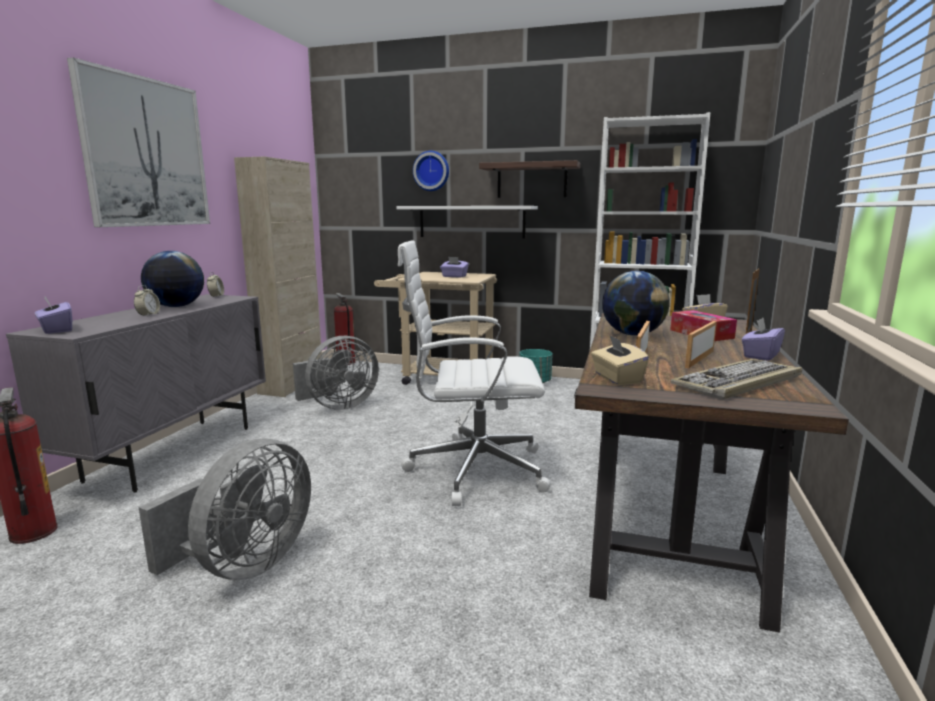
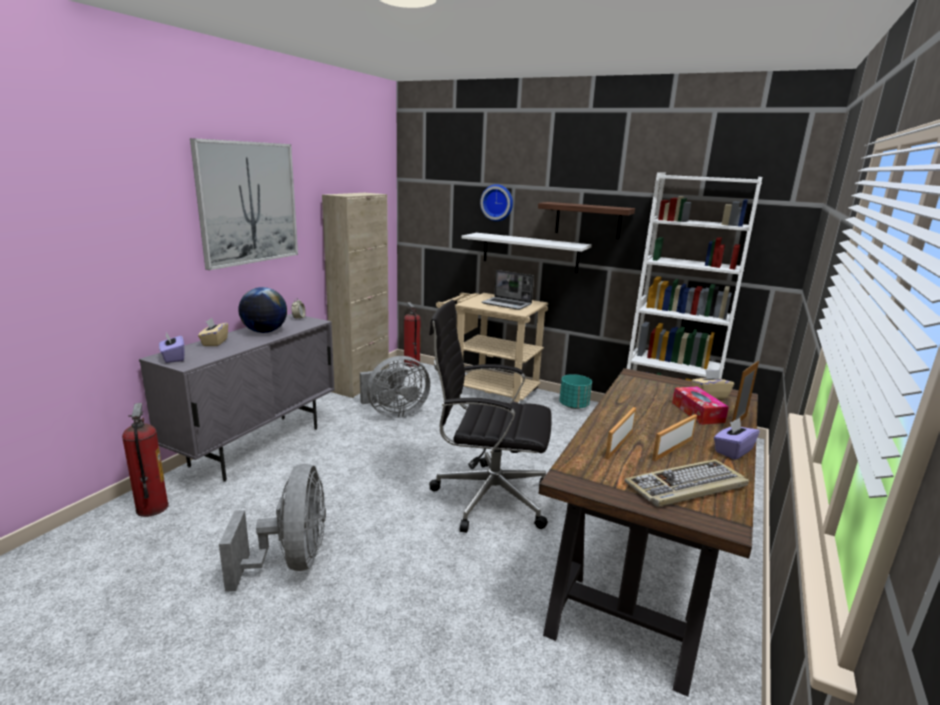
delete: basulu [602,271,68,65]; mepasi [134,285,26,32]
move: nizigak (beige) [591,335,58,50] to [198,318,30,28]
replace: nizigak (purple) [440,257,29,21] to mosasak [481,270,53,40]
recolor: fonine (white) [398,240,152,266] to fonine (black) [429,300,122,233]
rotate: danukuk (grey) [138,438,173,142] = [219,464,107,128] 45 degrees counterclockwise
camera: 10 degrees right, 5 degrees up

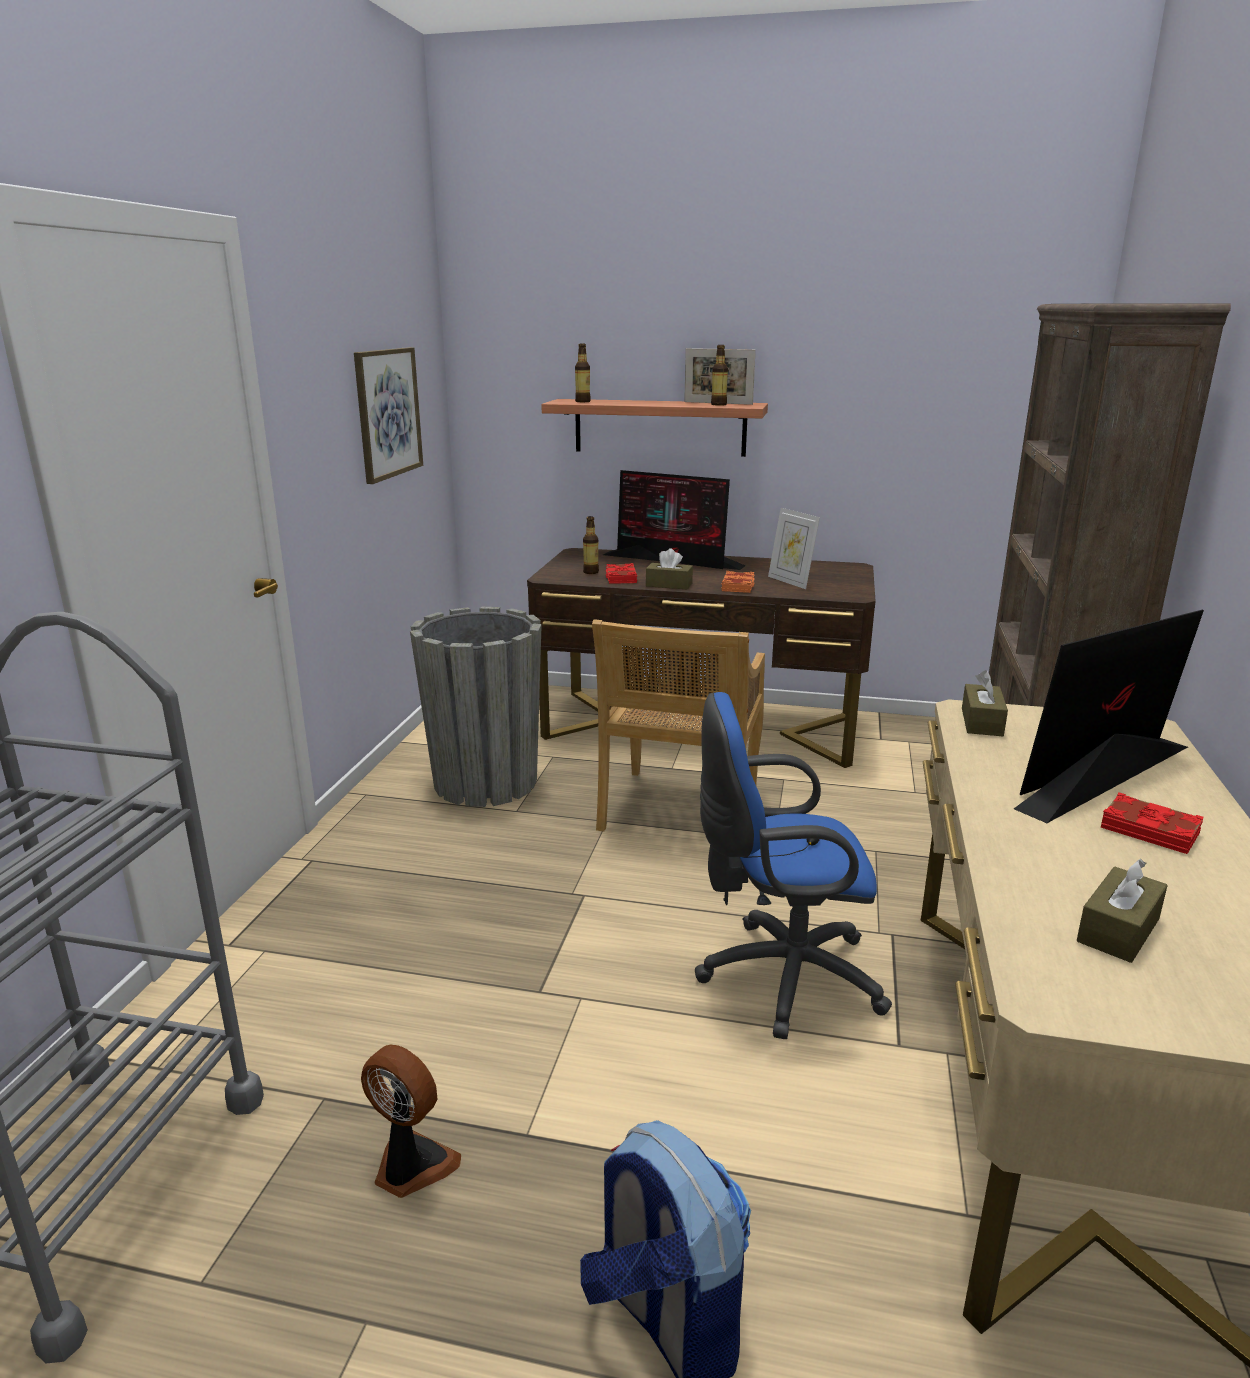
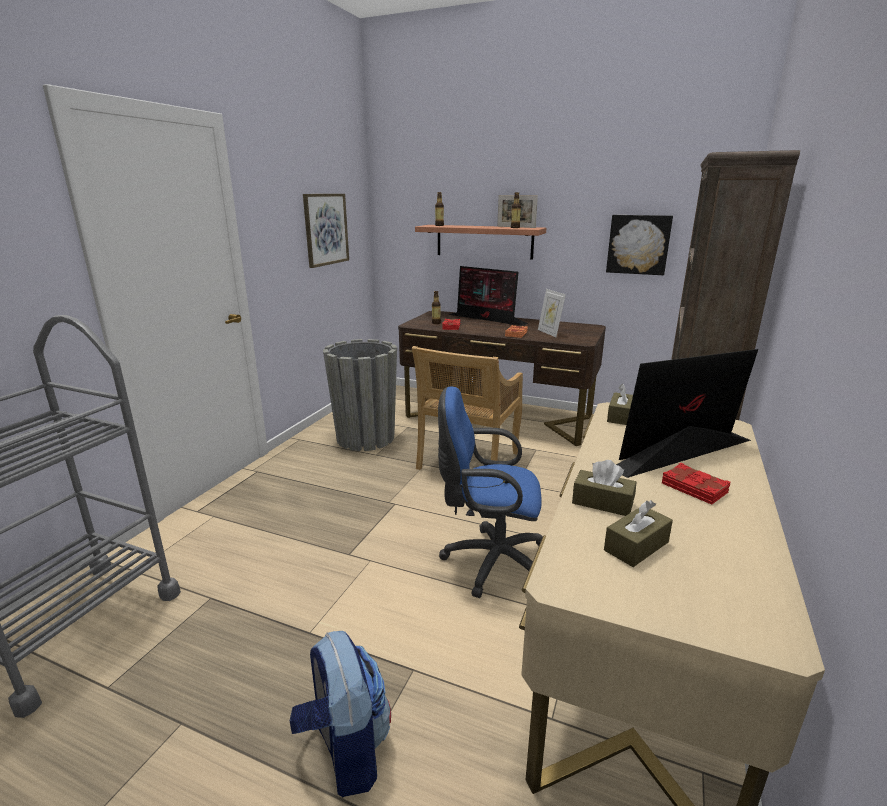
delete: danukuk [361,1045,100,153]
insert: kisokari [606,215,67,60]
move: nizigak (brown) [646,548,47,41] to [572,460,64,56]
camera: 10 degrees right, 0 degrees up

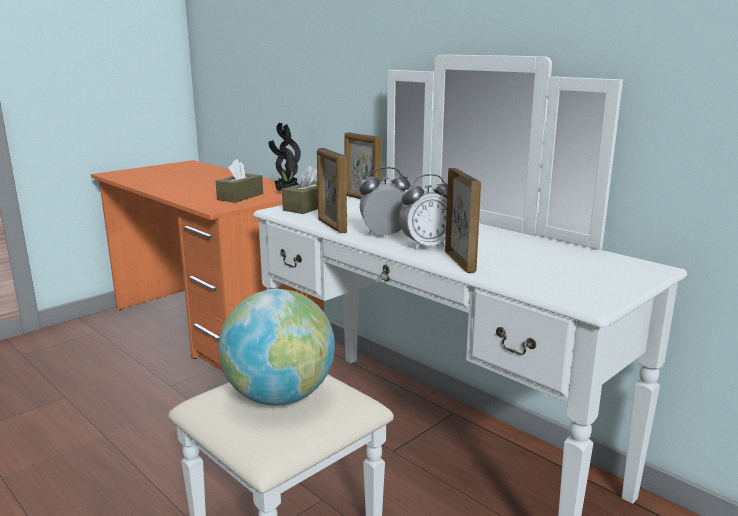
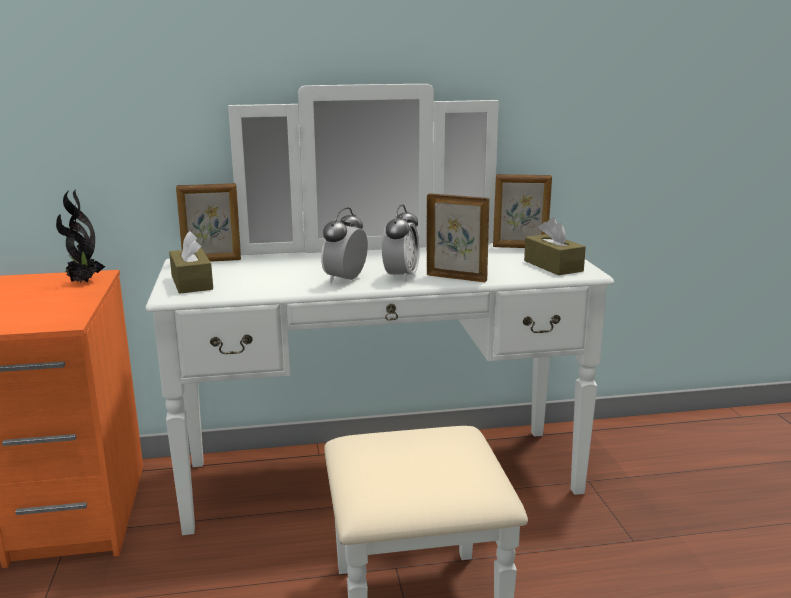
delete: basulu [218,289,117,116]
move: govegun [317,148,30,86] to [493,174,59,74]; nizigak (brown) [216,159,47,44] to [524,217,62,59]
camera: 55 degrees left, 0 degrees up

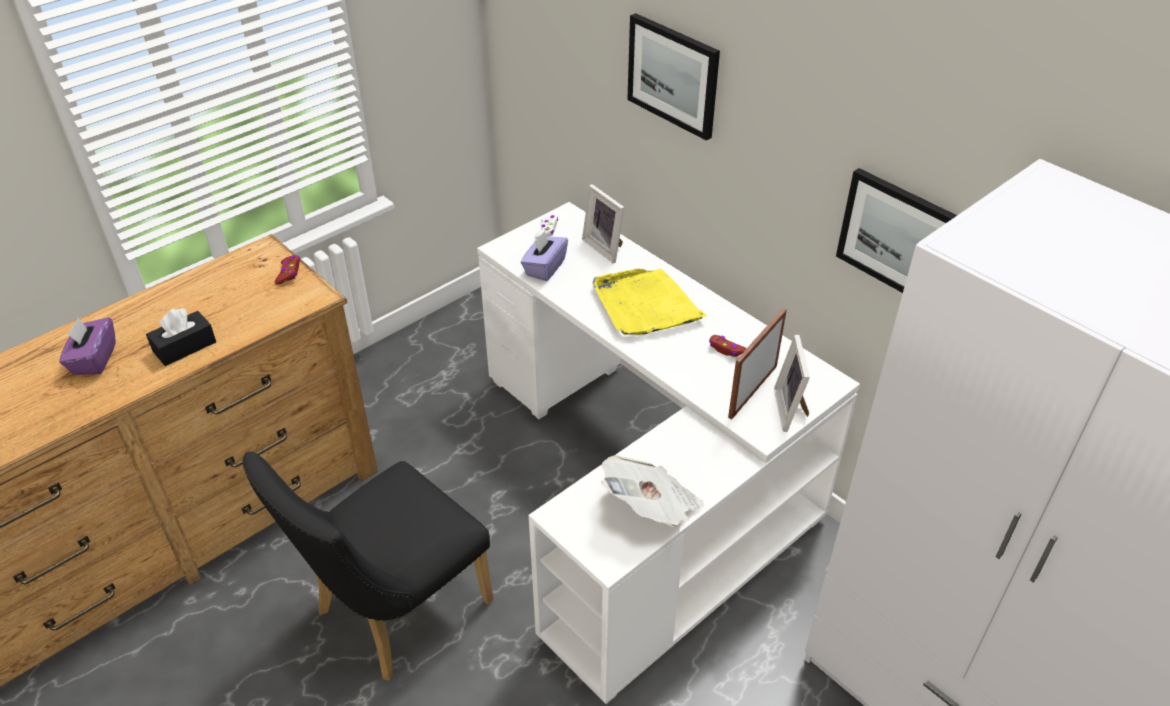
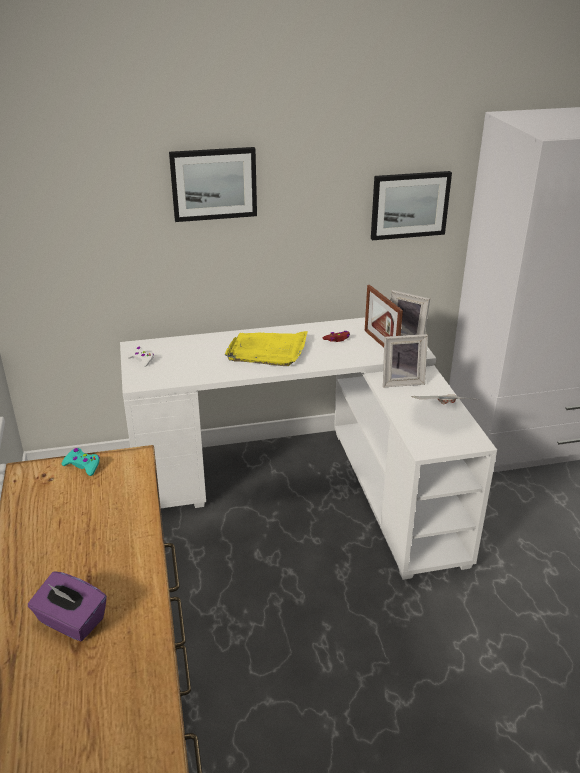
delete: nizigak (purple) [521,231,47,50]; nizigak (black) [146,309,70,57]; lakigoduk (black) [242,452,251,229]
move: govegun [582,184,43,79] to [383,334,45,53]
recolor: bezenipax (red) [275,255,25,30] to bezenipax (turquoise) [62,448,38,28]
camera: 60 degrees left, 10 degrees down

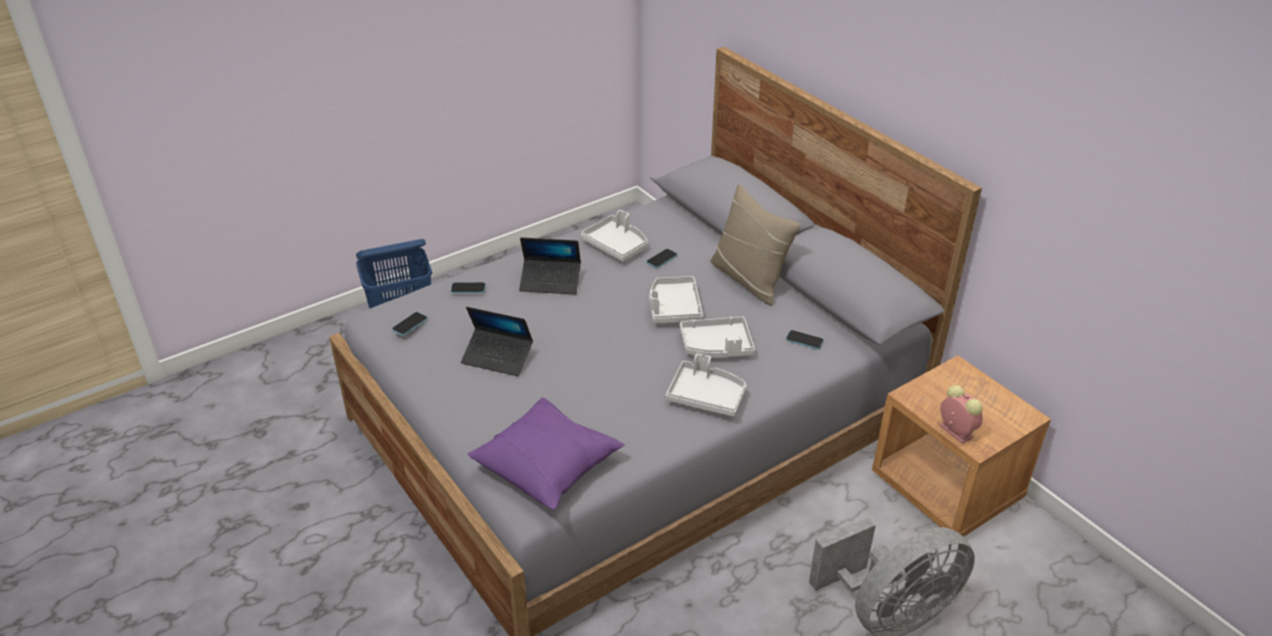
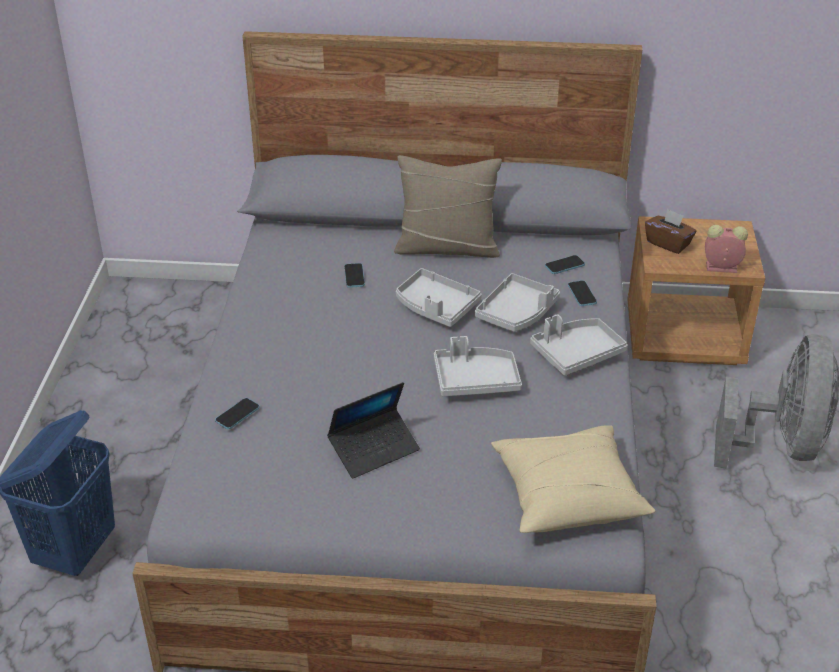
delete: mosasak [519,237,62,58]
insert: nizigak (brown) [645,209,51,45]
move: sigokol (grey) [581,210,67,51] to [434,336,88,60]; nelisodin [392,312,36,24] to [568,280,29,26]
recolor: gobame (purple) [468,397,156,113] to gobame (beige) [491,425,164,108]
camera: 50 degrees left, 0 degrees up

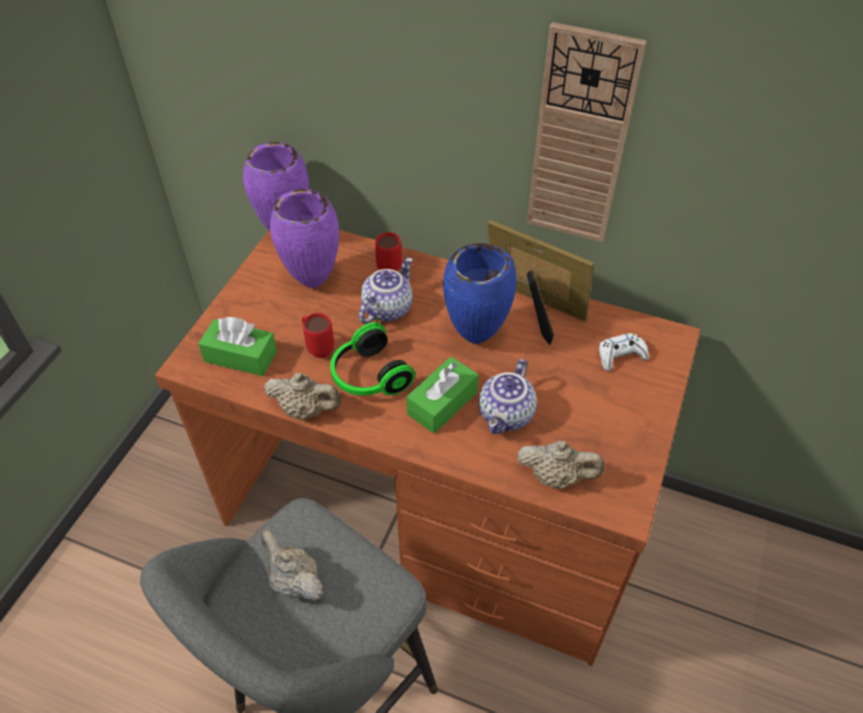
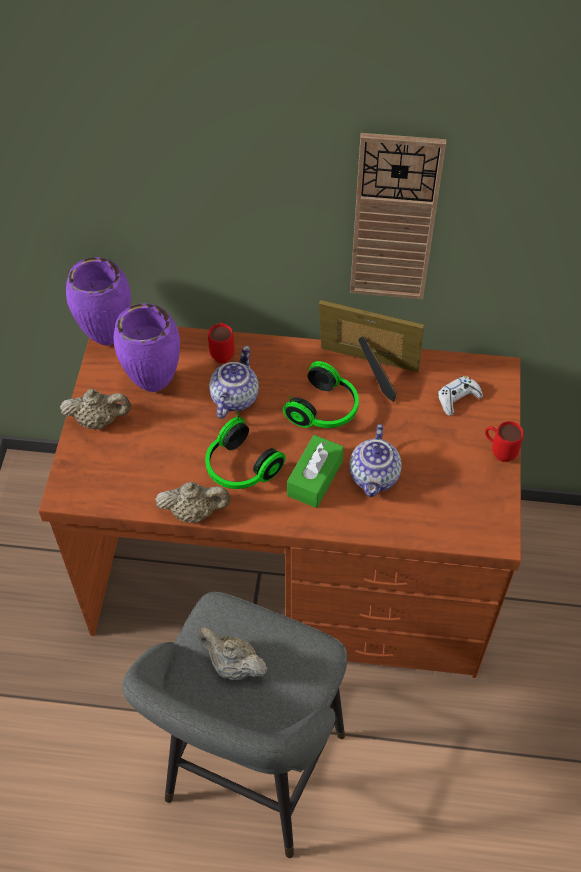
delete: nizigak (green) [198,317,79,59]
move: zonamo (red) [302,313,32,45] to [485,421,39,41]; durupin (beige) [518,441,87,48] to [60,389,71,40]
replace: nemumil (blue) [443,243,73,101] to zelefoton [283,361,76,67]
camera: 15 degrees left, 5 degrees up

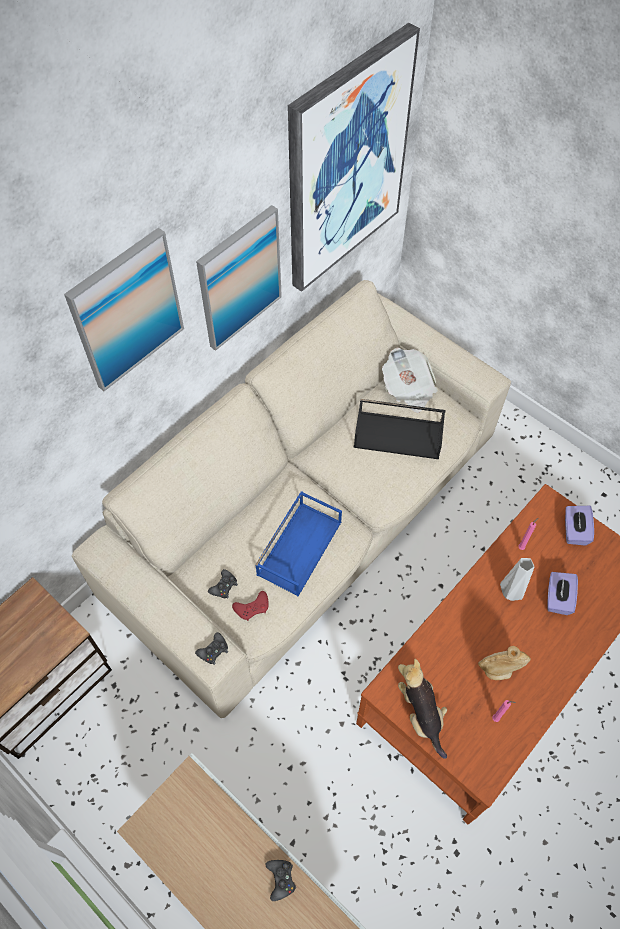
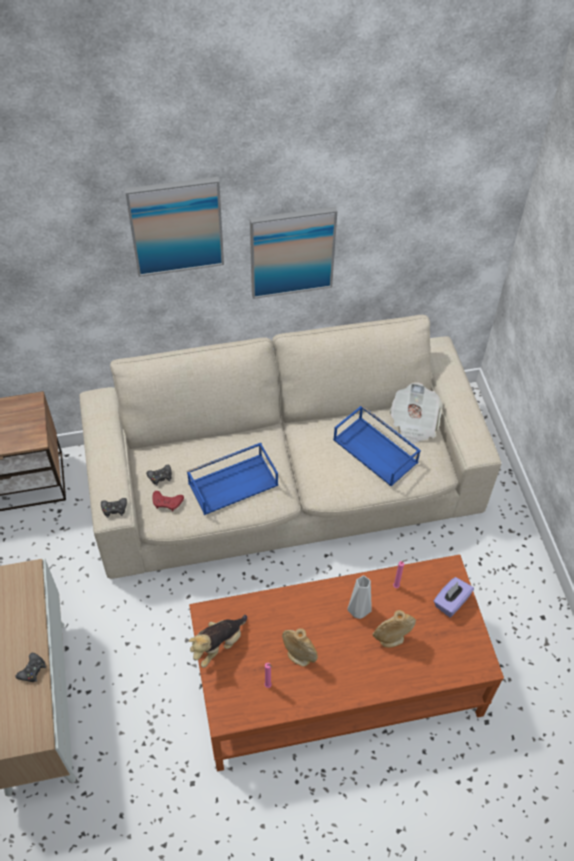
delete: kisokari [288,23,132,269]
replace: nizigak (purple) [547,572,31,43] to nemumil (beige) [373,610,43,38]
recolor: sigokol (black) [354,399,91,60] to sigokol (blue) [333,405,88,82]
rotate: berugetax [398,659,49,100] = [189,615,58,53] 150 degrees counterclockwise
camera: 35 degrees right, 5 degrees down

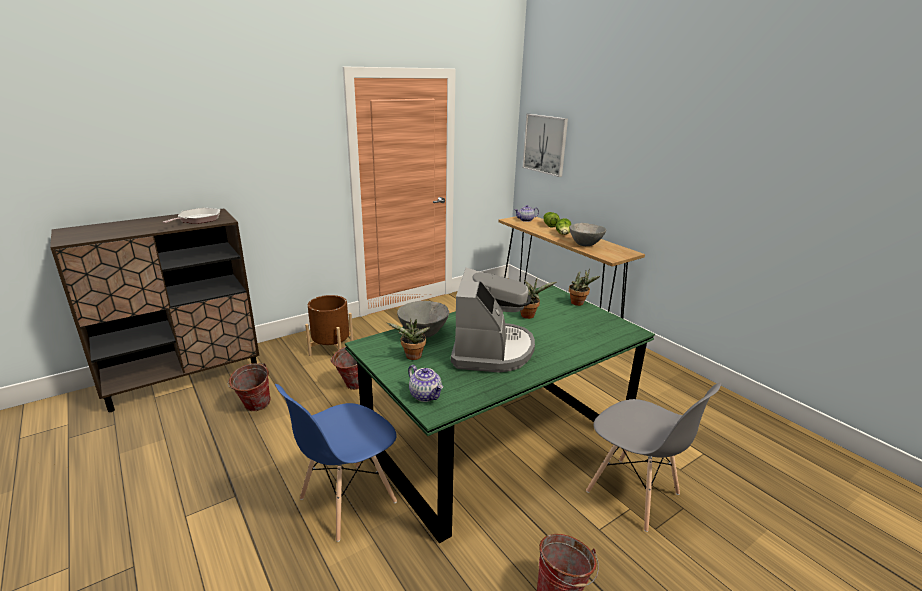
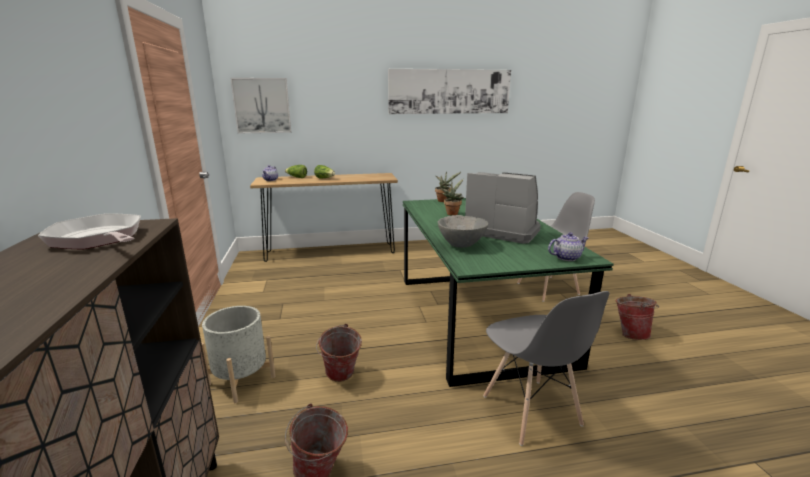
delete: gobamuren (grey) [569,223,37,23]; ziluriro [387,319,44,41]
insert: kisokari [388,69,123,45]
recolor: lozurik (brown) [305,295,48,61] to lozurik (grey) [202,306,74,97]; lakigoduk (blue) [275,384,122,158] to lakigoduk (grey) [483,291,127,155]
camera: 65 degrees left, 5 degrees down

